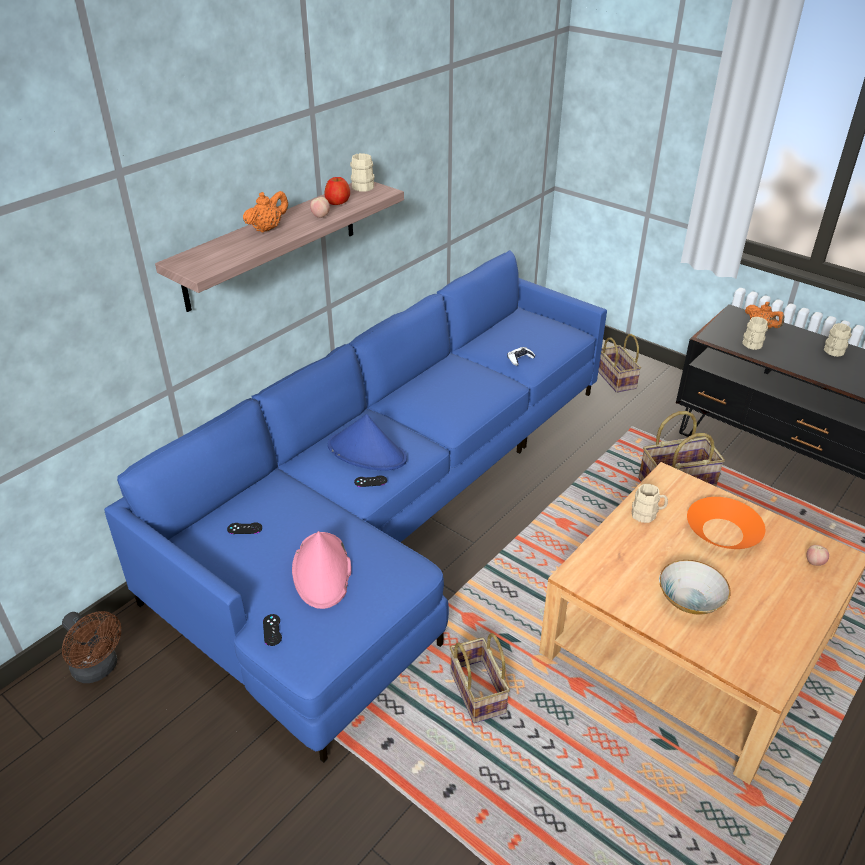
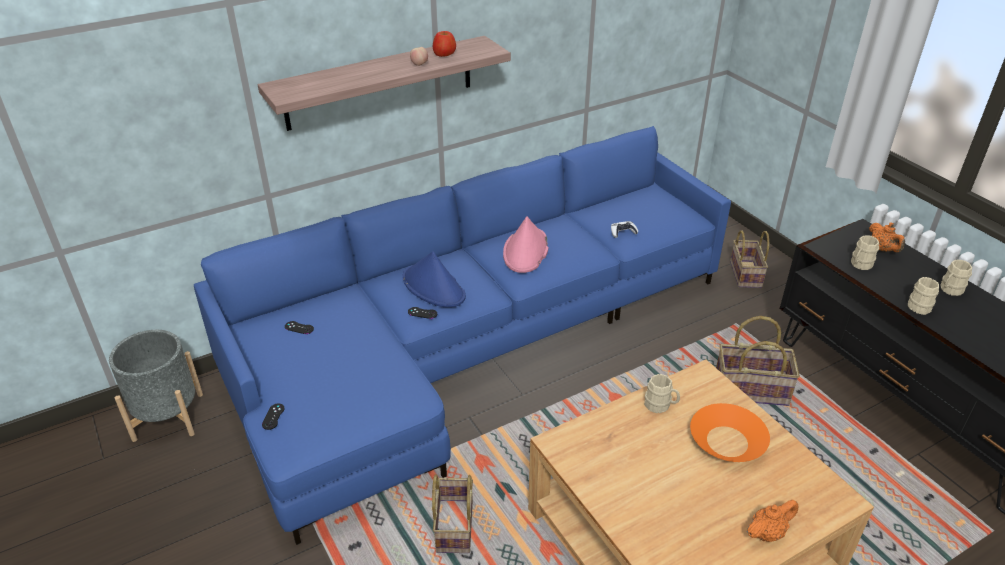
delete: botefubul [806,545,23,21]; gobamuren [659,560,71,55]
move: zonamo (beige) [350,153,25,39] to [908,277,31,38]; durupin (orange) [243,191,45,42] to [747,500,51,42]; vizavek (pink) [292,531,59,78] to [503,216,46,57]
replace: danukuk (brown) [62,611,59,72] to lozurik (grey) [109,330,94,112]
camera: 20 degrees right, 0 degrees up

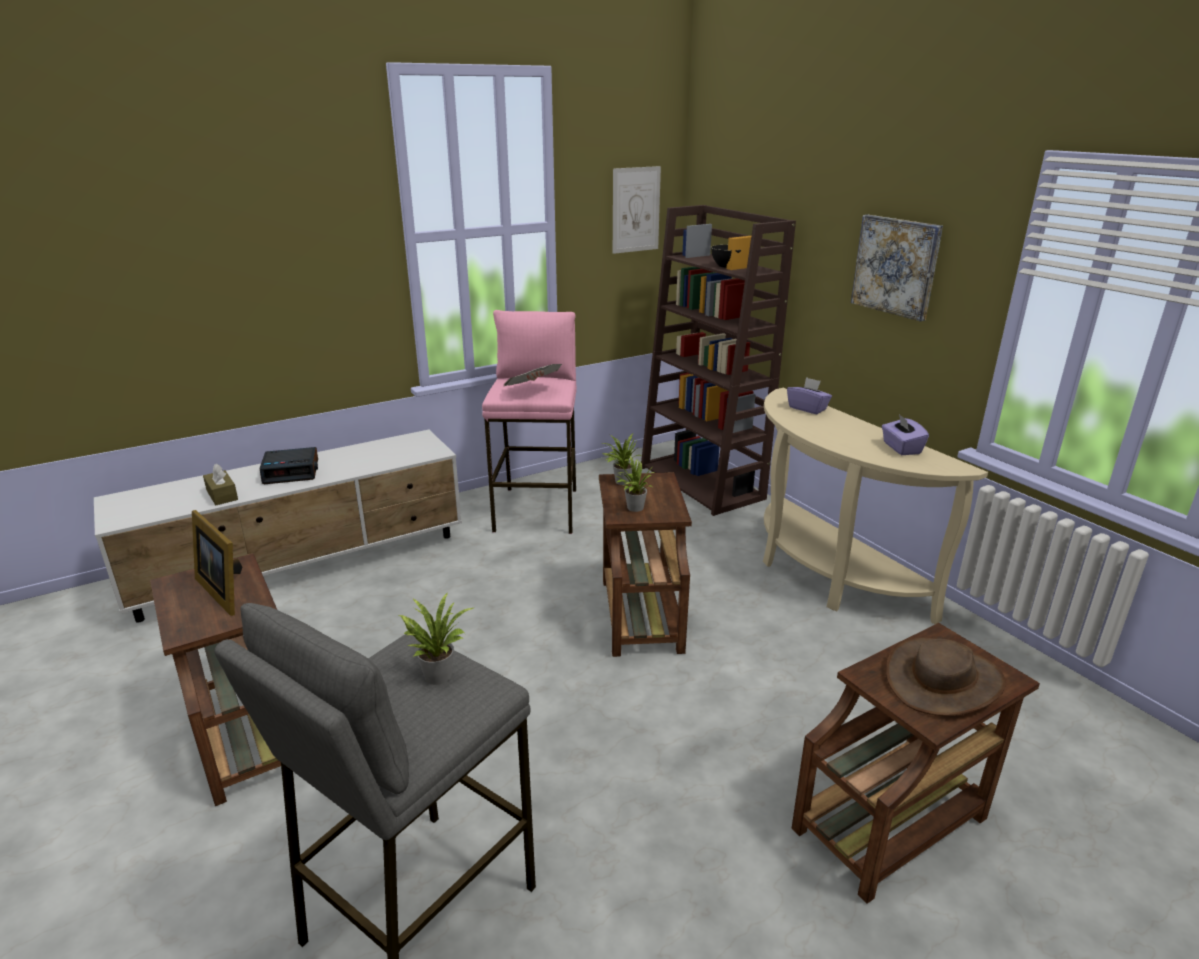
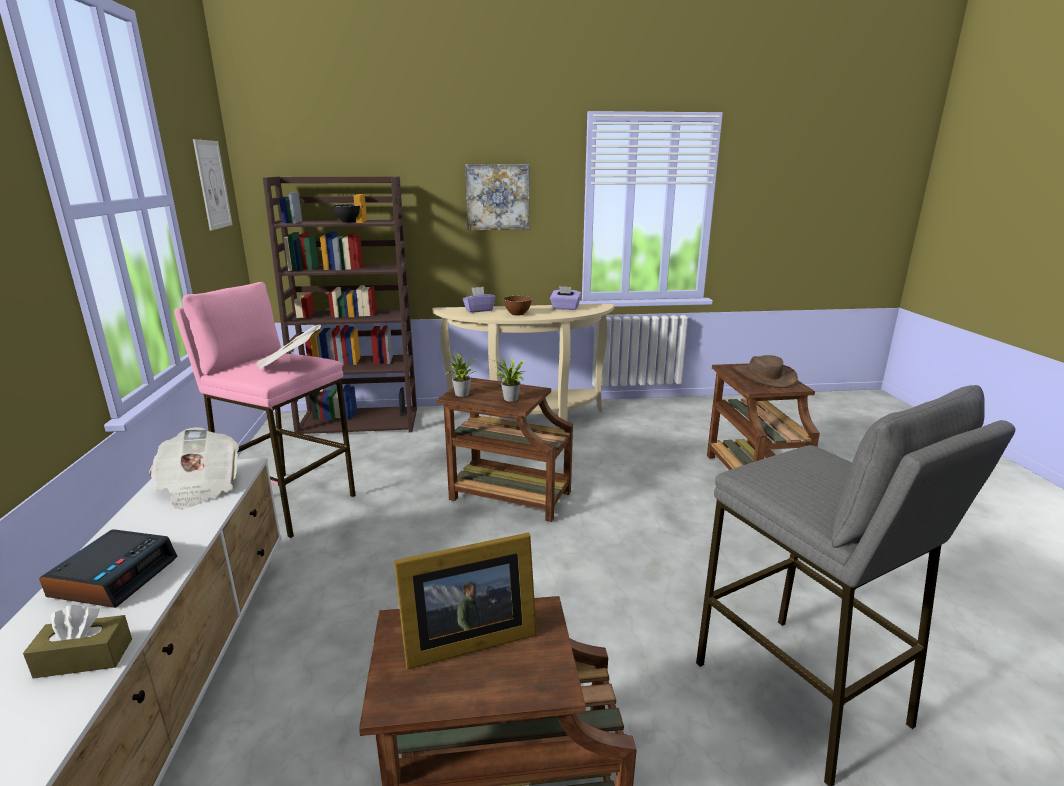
delete: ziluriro [399,592,74,93]
insert: gobamuren (brown) [504,296,28,20]; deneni [149,427,90,83]
camera: 65 degrees left, 5 degrees down

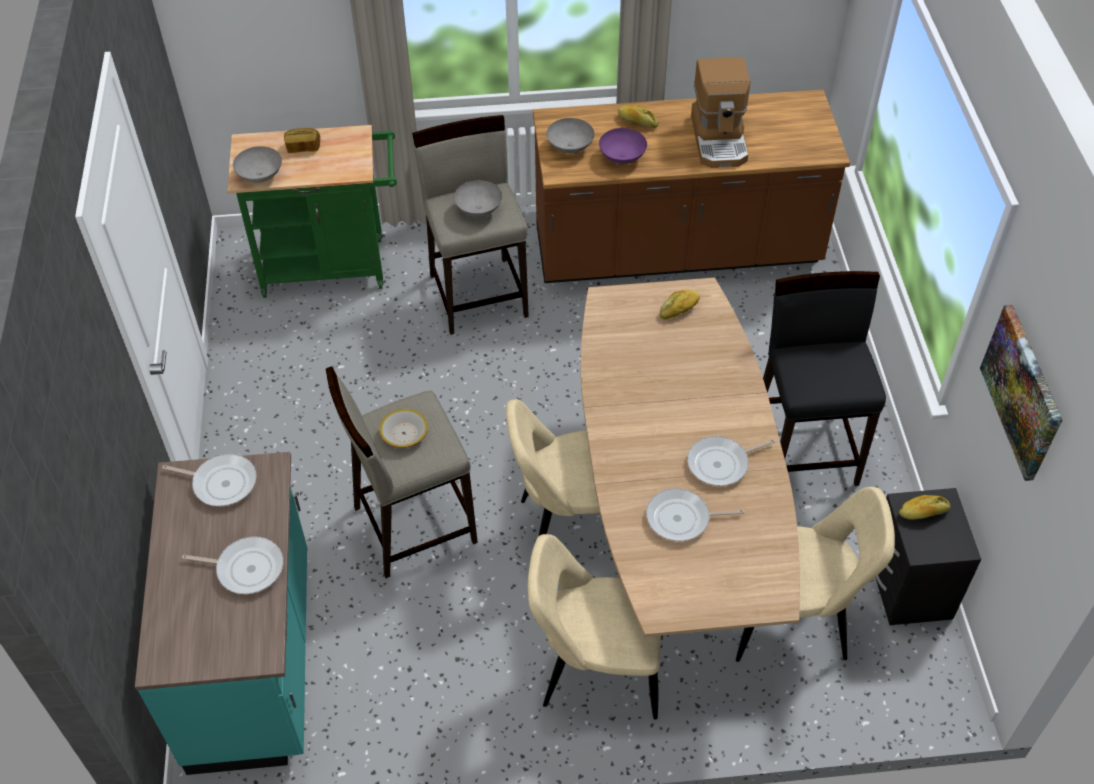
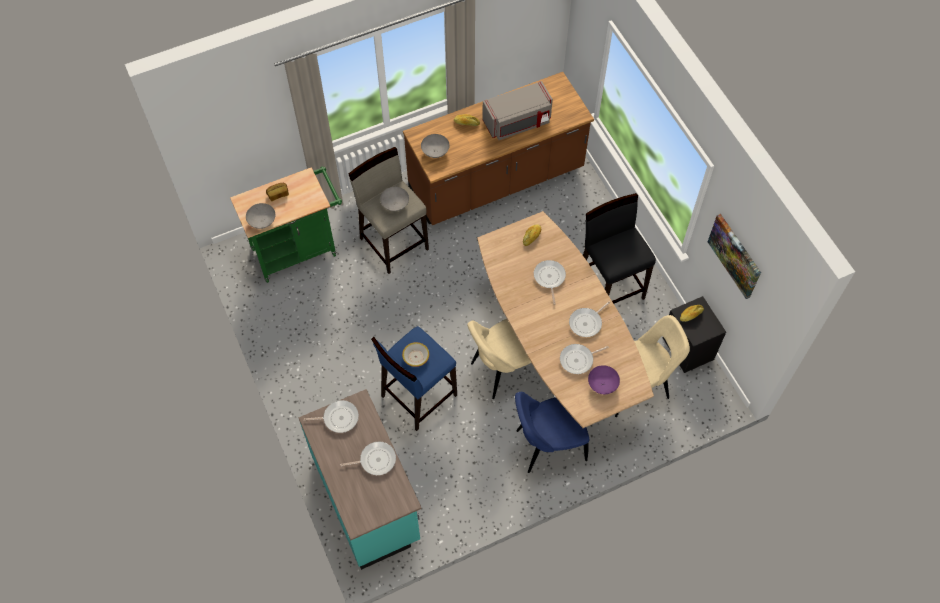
insert: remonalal [534,260,32,45]
move: gobamuren (purple) [599,128,48,36] to [588,365,32,29]
replace: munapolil [691,57,59,111] to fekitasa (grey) [482,81,71,59]
recolor: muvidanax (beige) [326,366,152,213] to muvidanax (blue) [371,326,86,105]; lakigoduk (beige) [528,534,135,186] to lakigoduk (blue) [515,392,74,81]
camera: 20 degrees left, 10 degrees up

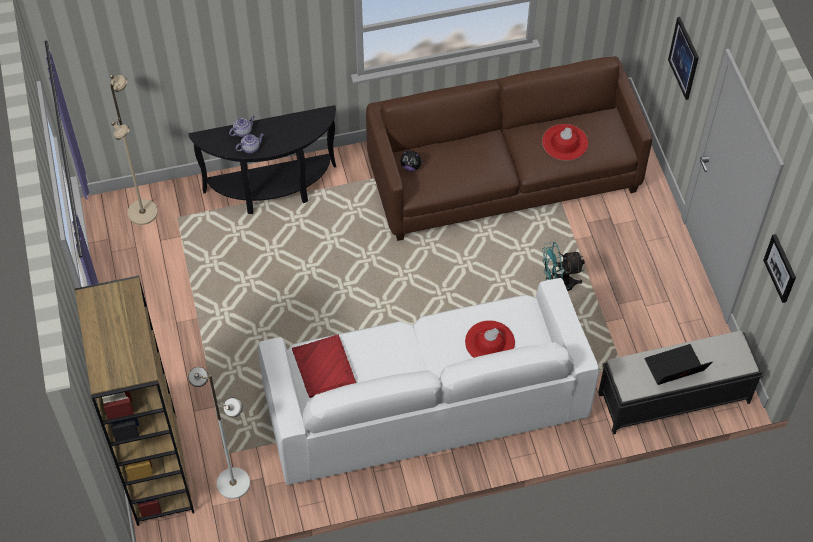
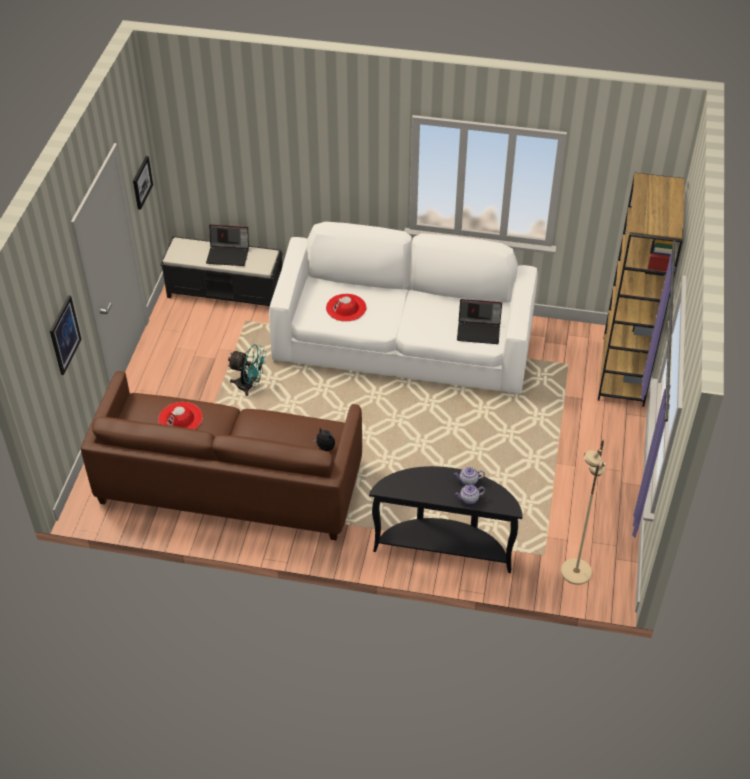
delete: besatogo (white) [188,367,62,132]
replace: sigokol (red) [292,335,64,63] to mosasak [457,299,45,45]
camera: 155 degrees left, 10 degrees down

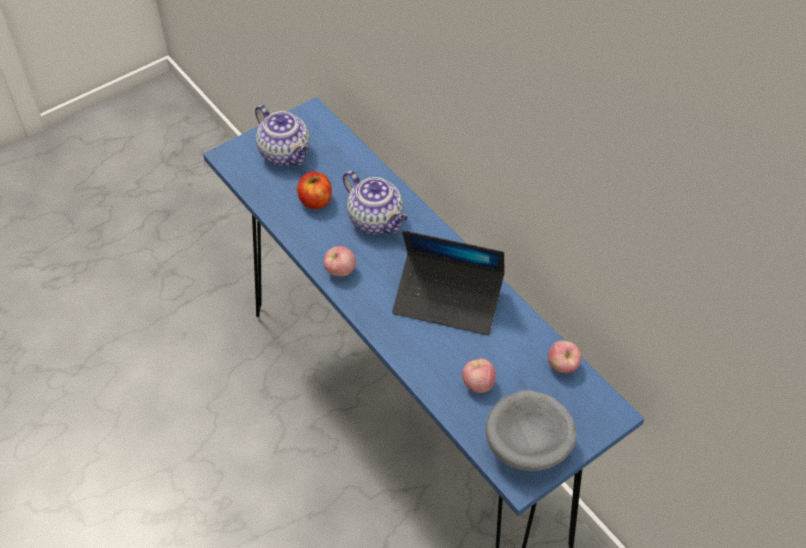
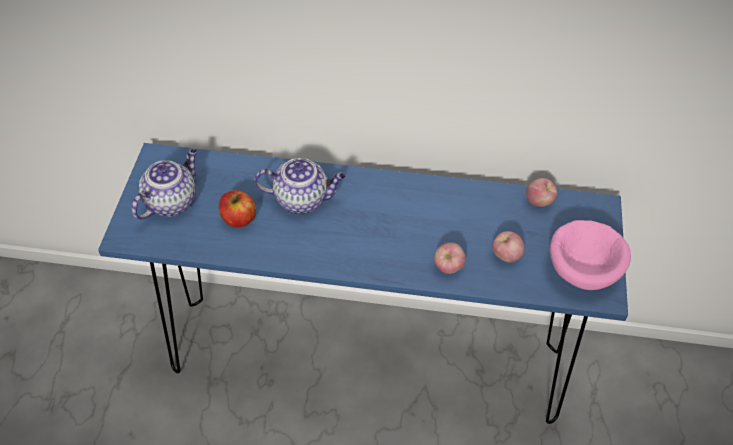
delete: mosasak [392,230,113,105]
move: botefubul [324,246,32,31] to [434,243,32,31]
recolor: gobamuren (grey) [485,390,92,81] to gobamuren (pink) [550,220,81,70]
rotate: durupin [255,104,55,62] = [132,148,65,71] 60 degrees counterclockwise
camera: 45 degrees left, 0 degrees up

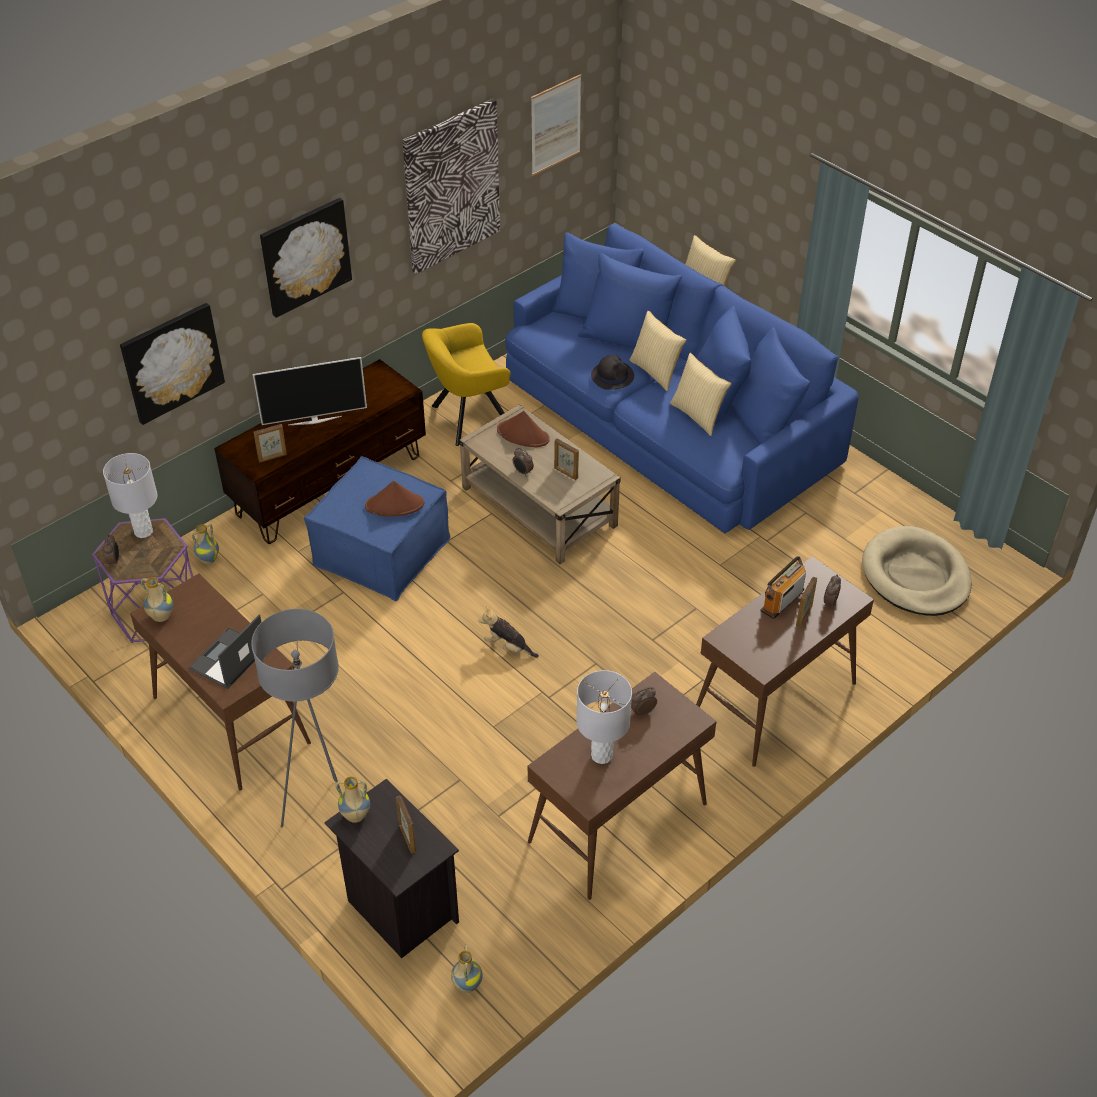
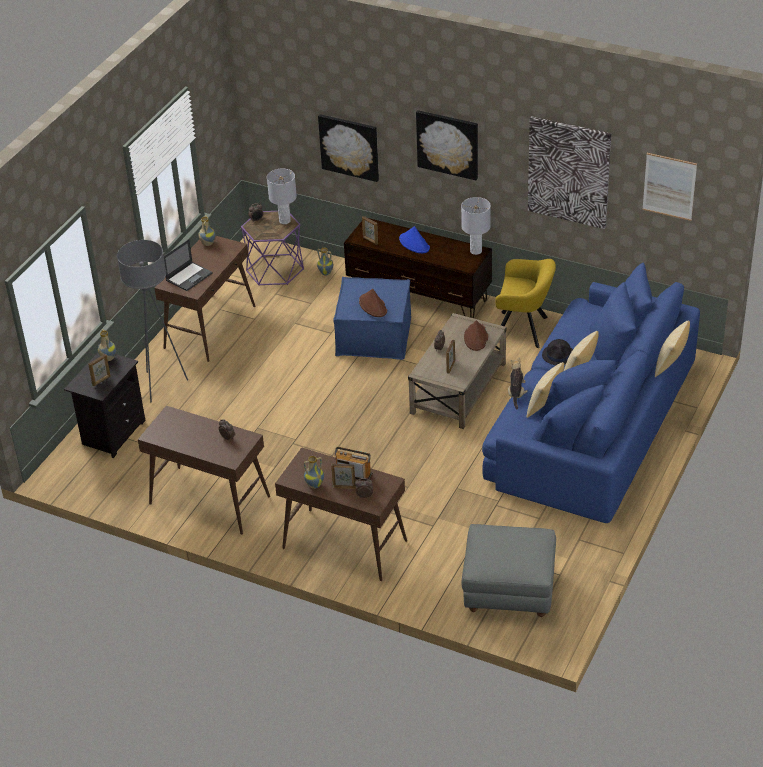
move: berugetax [478,606,61,52] to [508,357,20,53]; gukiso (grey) [576,670,56,94] to [461,197,30,58]; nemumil [451,945,32,48] to [304,456,20,33]
replace: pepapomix [253,357,114,68] to vizavek (blue) [399,226,31,27]; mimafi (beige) [862,526,110,90] to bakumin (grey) [462,524,94,93]
rotate: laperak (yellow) [422,323,88,123] = [495,259,61,89] 150 degrees clockwise; mosasak [189,614,72,75] = [164,239,48,52] 120 degrees clockwise
camera: 70 degrees right, 5 degrees down

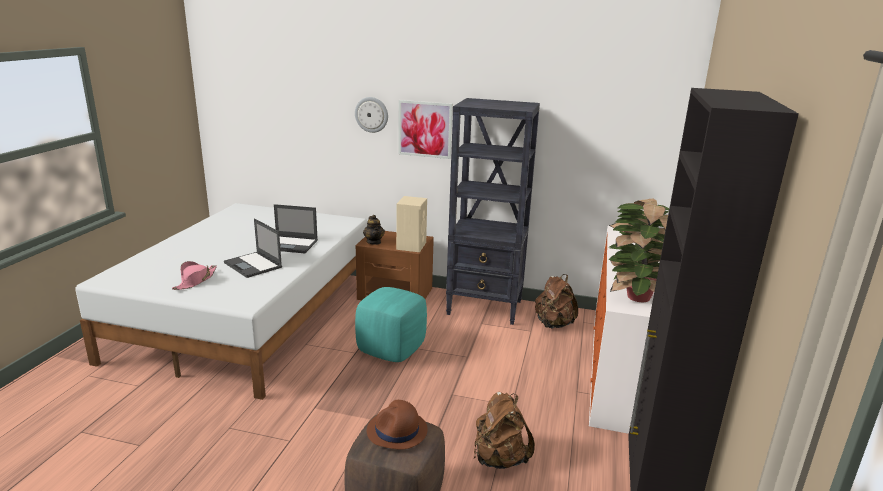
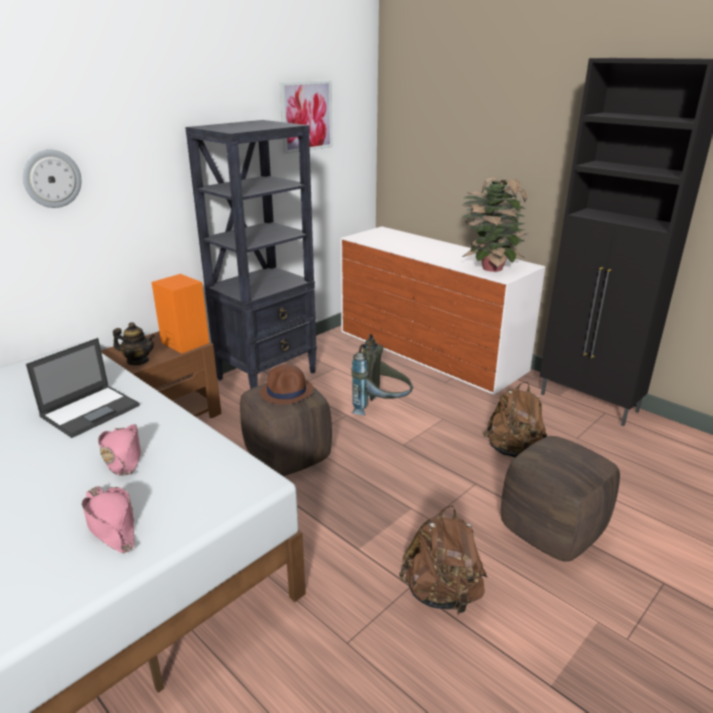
insert: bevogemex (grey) [351,334,62,81]
move: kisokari [398,100,55,59] to [280,80,53,74]; bevogemex (brown) [535,274,43,54] to [399,505,88,111]; vizavek (brown) [367,400,61,50] to [259,364,55,40]
replace: mosasak [224,219,58,59] to vizavek (pink) [98,424,43,52]
recolor: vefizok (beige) [396,196,31,56] to vefizok (orange) [152,274,57,79]; bakumin (turquoise) [355,287,72,75] to bakumin (brown) [240,383,92,93]
camera: 60 degrees left, 5 degrees up

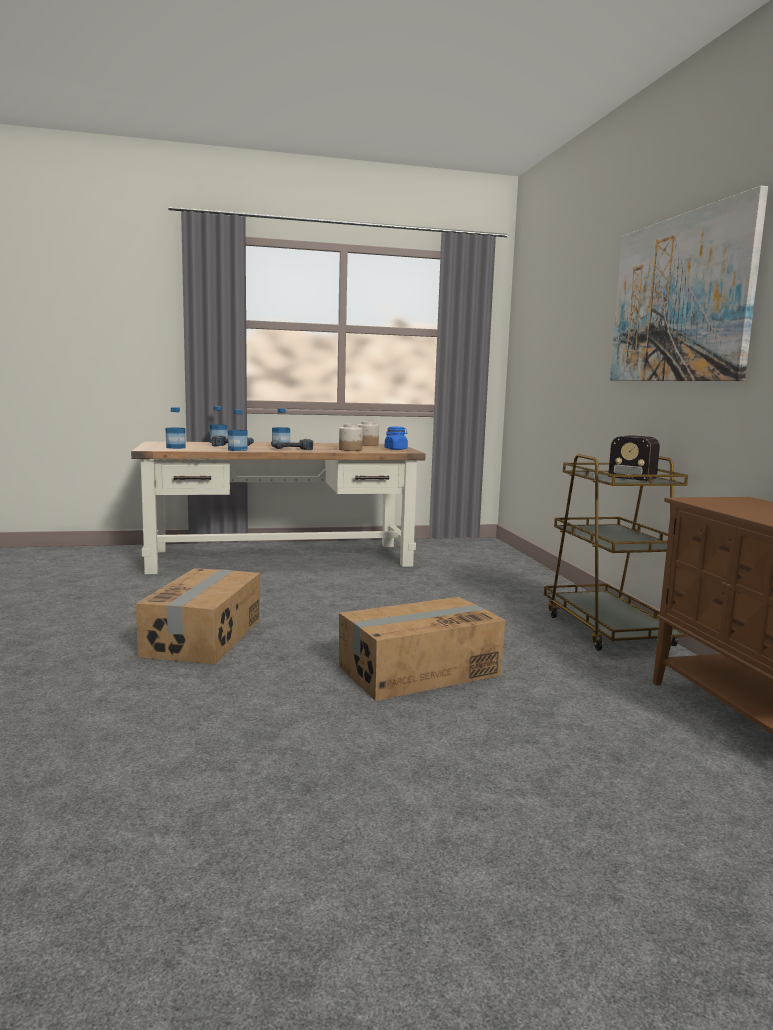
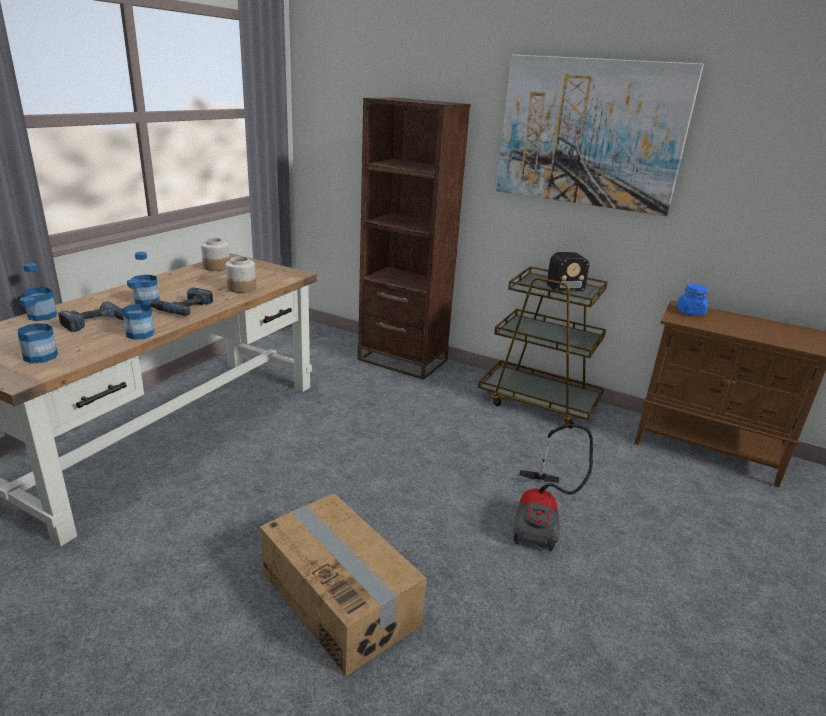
insert: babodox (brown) [358,98,113,282]
move: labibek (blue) [385,427,23,23] to [677,284,31,32]
replace: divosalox [339,597,166,104] to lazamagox [513,423,80,128]
camera: 50 degrees left, 15 degrees up

